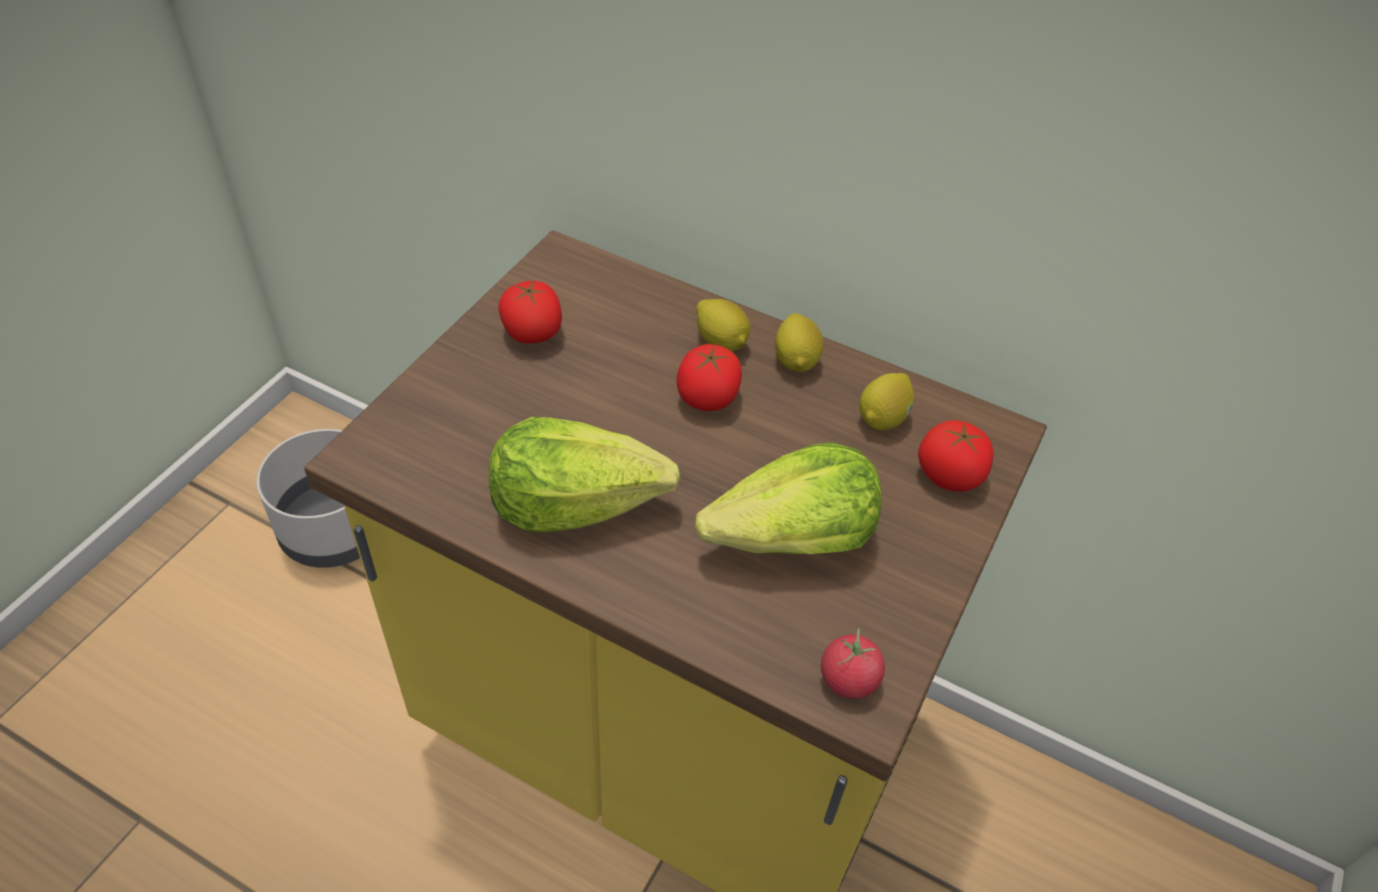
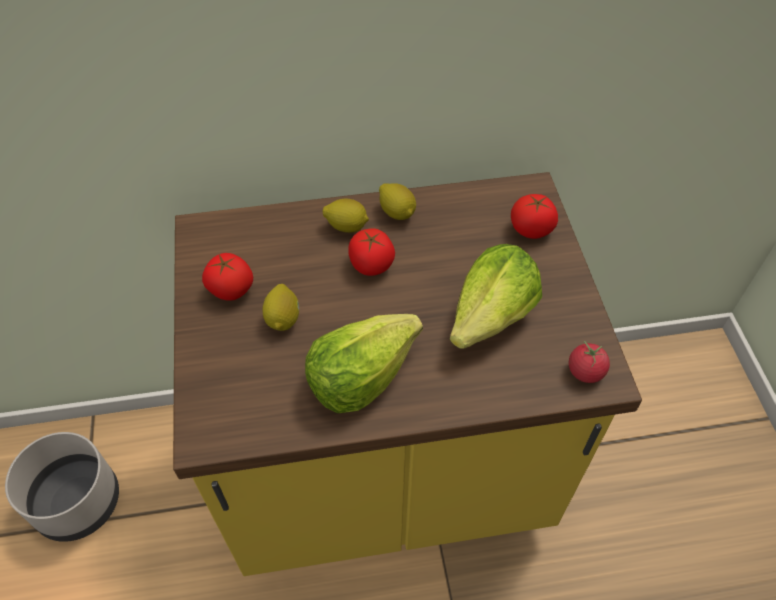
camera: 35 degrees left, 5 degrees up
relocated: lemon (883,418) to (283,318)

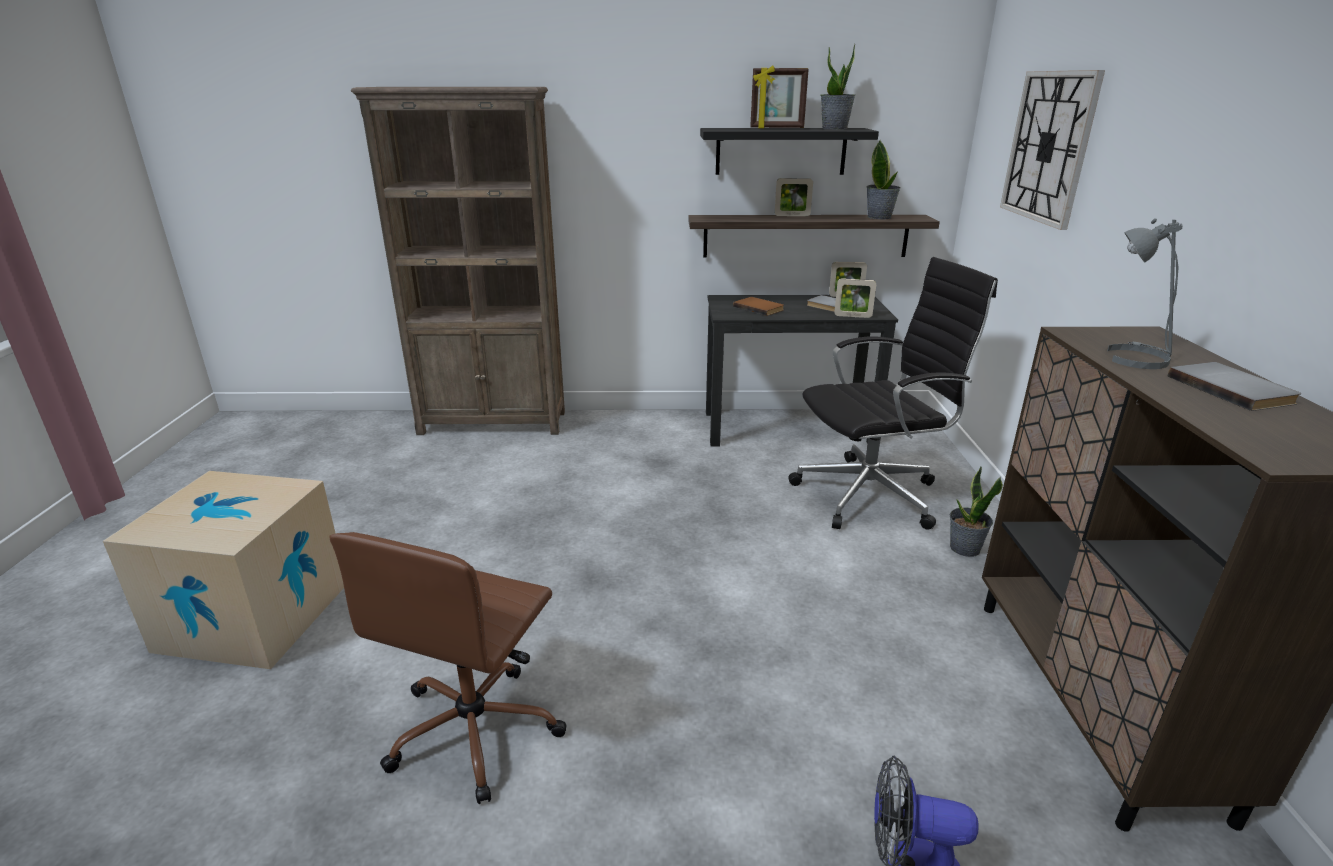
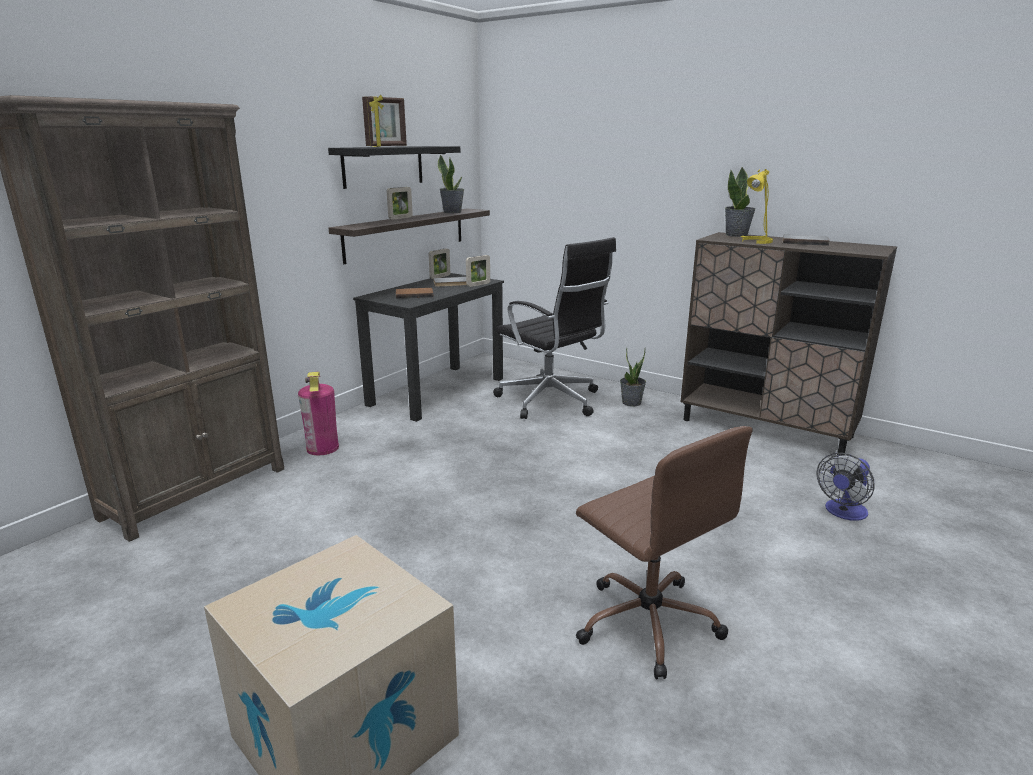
camera: 55 degrees left, 5 degrees down
missing: wall clock (1048,147)
appeared: fire extinguisher (323,448)
relocated: potted plant (834,128) to (737,235)
colour: grey table lamp (1134,357) to yellowish table lamp (755,241)
spun: black-coloured office chair (872,494) = (551,401) 120 degrees clockwise

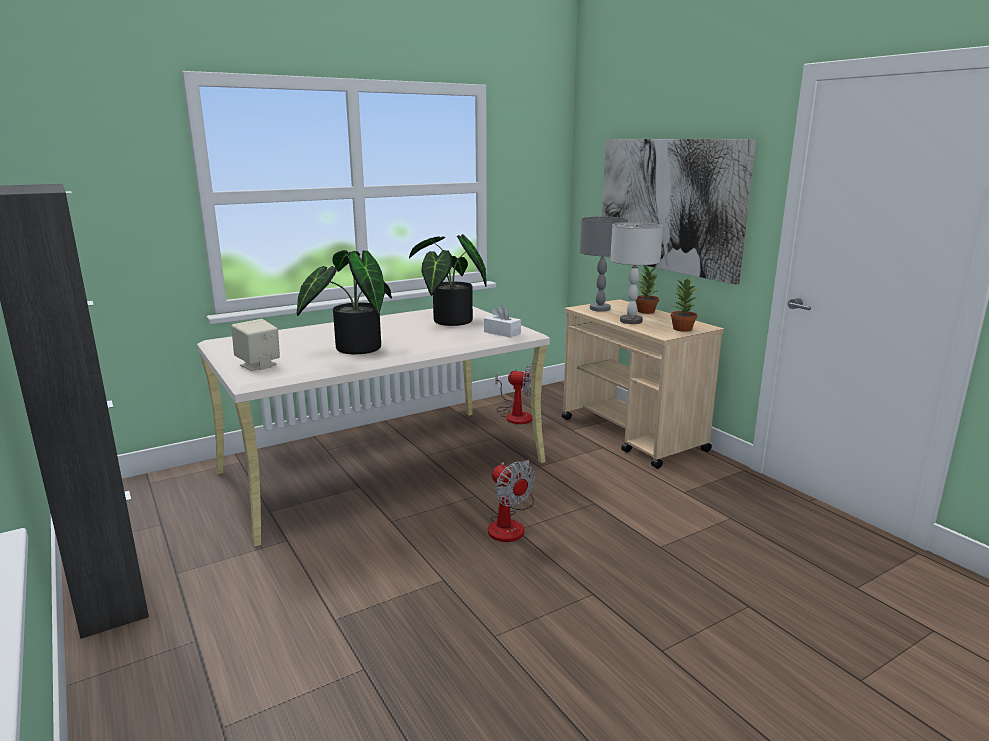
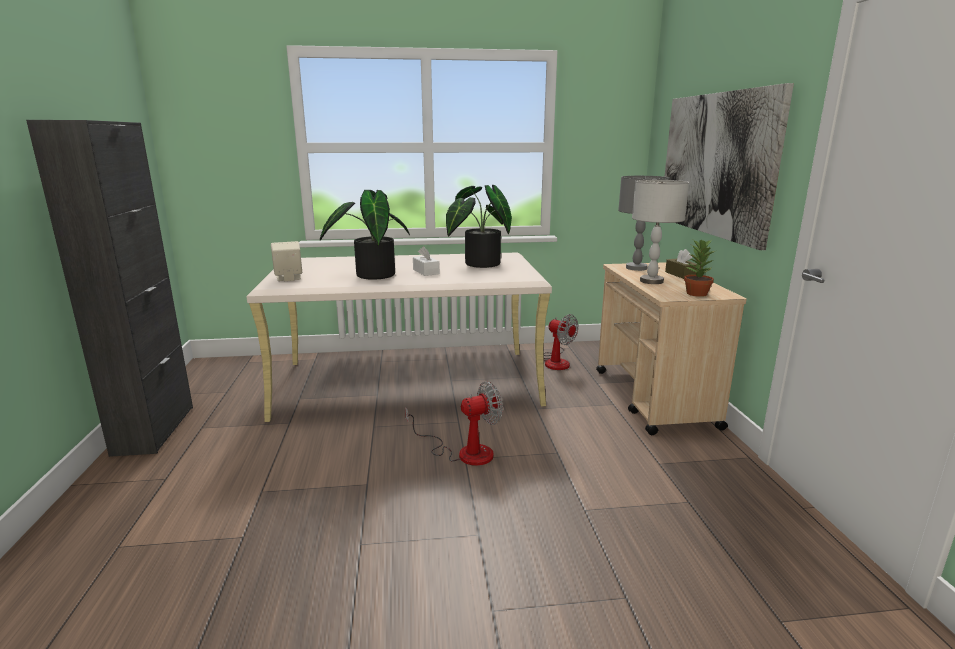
camera: 25 degrees right, 0 degrees up
relocated: white tissue box (502,332) to (426,272)
exchanged: potted plant (645,311) to brownish tissue box (680,274)
spun: electric fan (510,524) = (464,452) 105 degrees counterclockwise

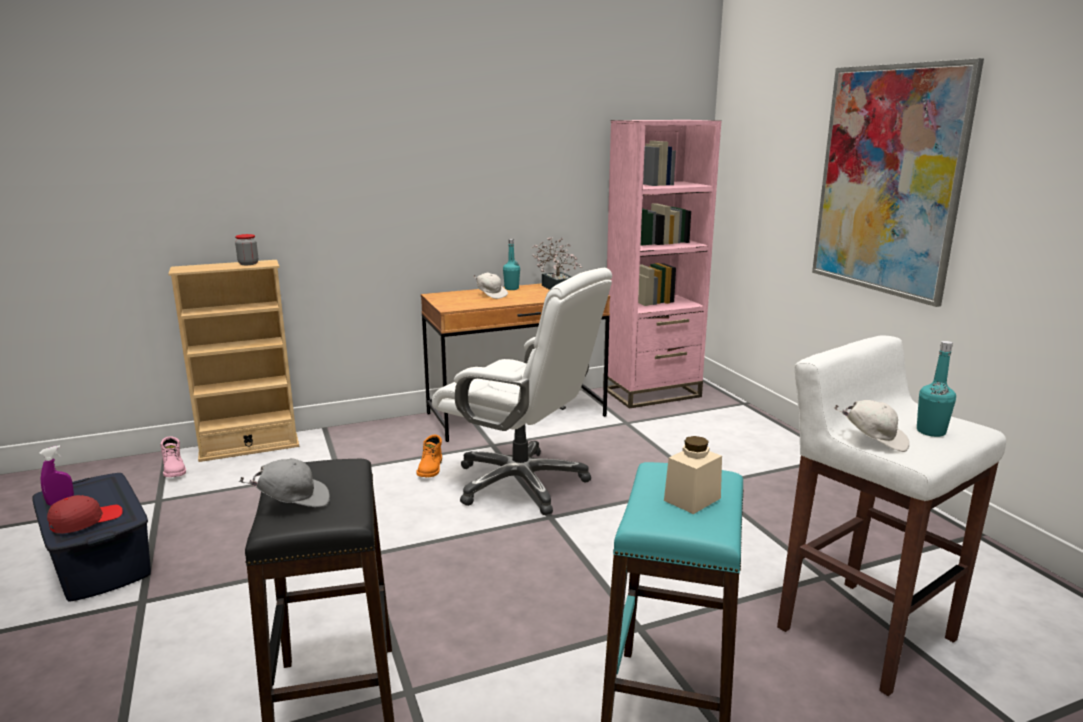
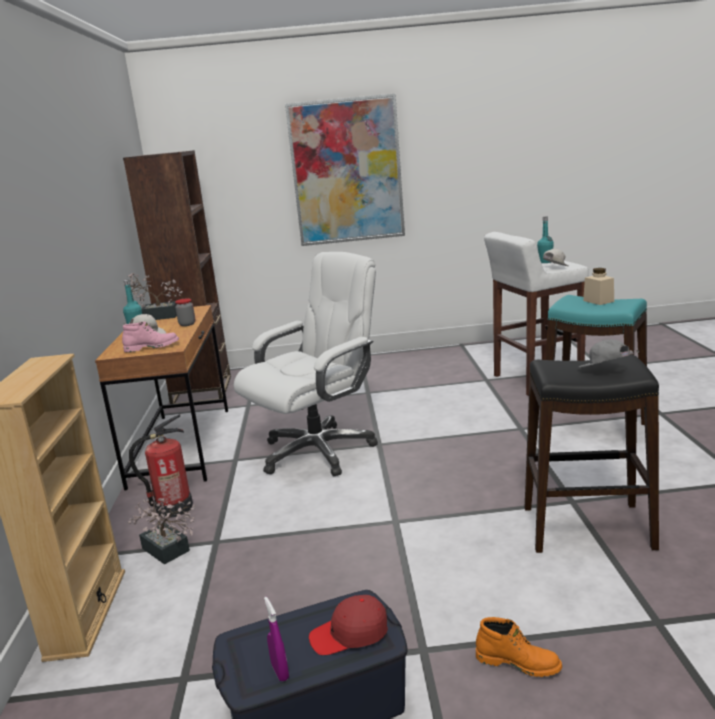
camera: 70 degrees left, 0 degrees up
appeared: potted plant (168,552); fire extinguisher (173,508)
relocated: pink-coloured tall boot (174,470) to (152,347); preserve jar (248,264) to (187,324); orange-coloured tall boot (431,469) to (518,662)
colour: pink-coloured shelving unit (652,393) to brownish shelving unit (202,391)
spun: red cap (86,521) = (350,634) 75 degrees counterclockwise; grey cap (293,502) = (604,370) 45 degrees counterclockwise

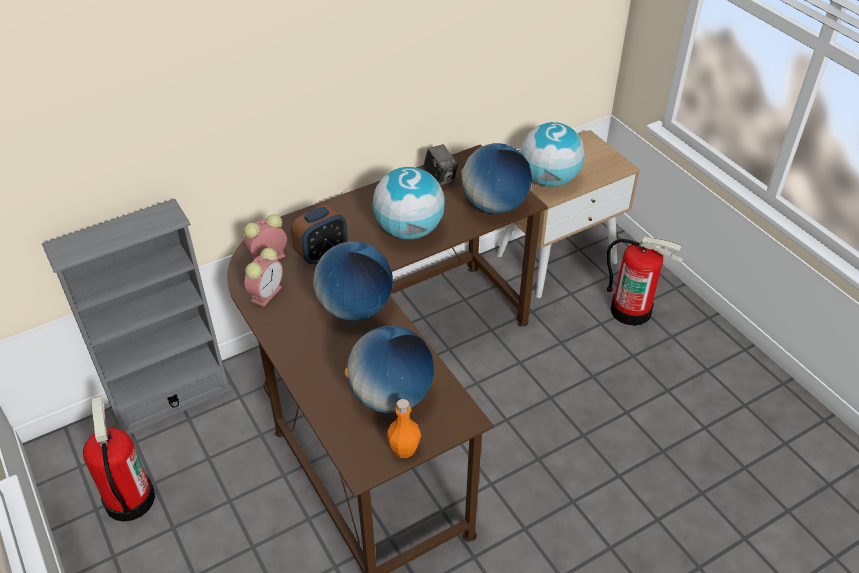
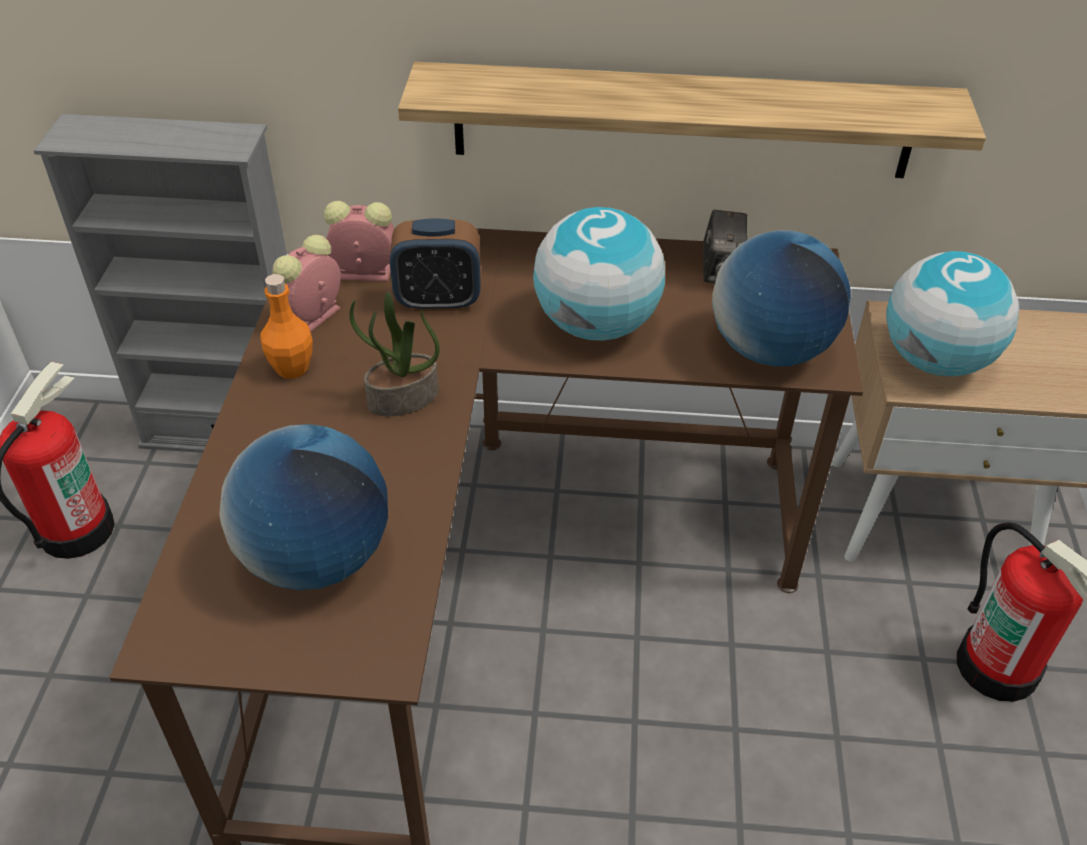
camera: 35 degrees right, 0 degrees up
appeared: bracket shelf (682,120)
relocated: orange-coloured bottle (404,449) to (292,368)
exchanged: globe (355,308) to potted plant (402,399)
spun: alarm clock (267,293) = (312,318) 150 degrees clockwise

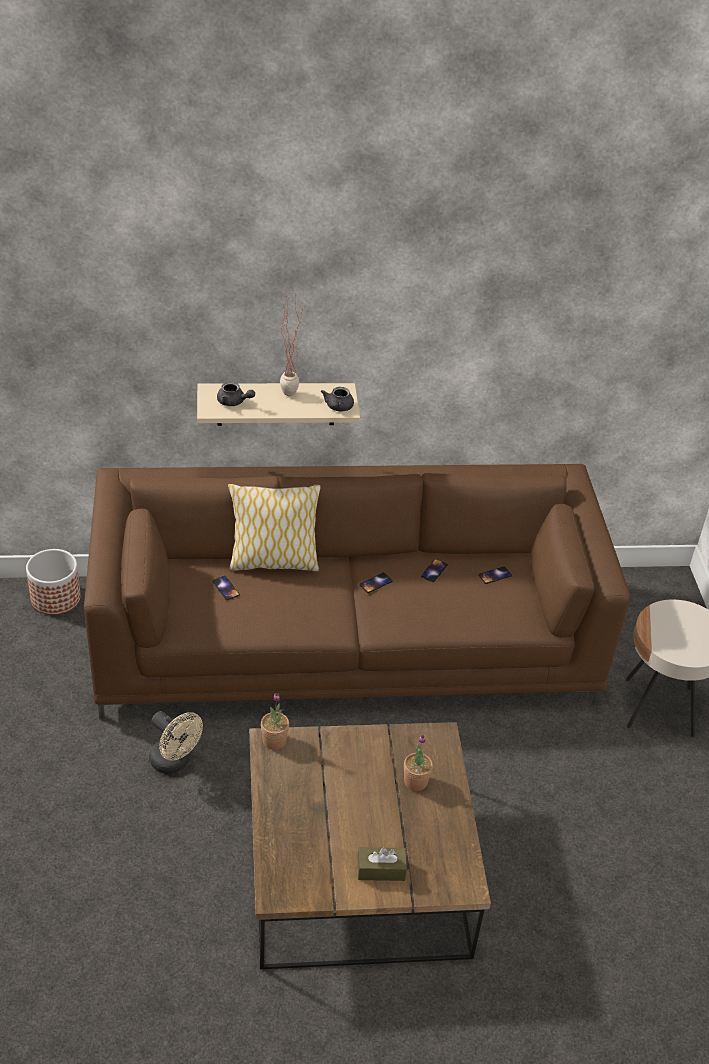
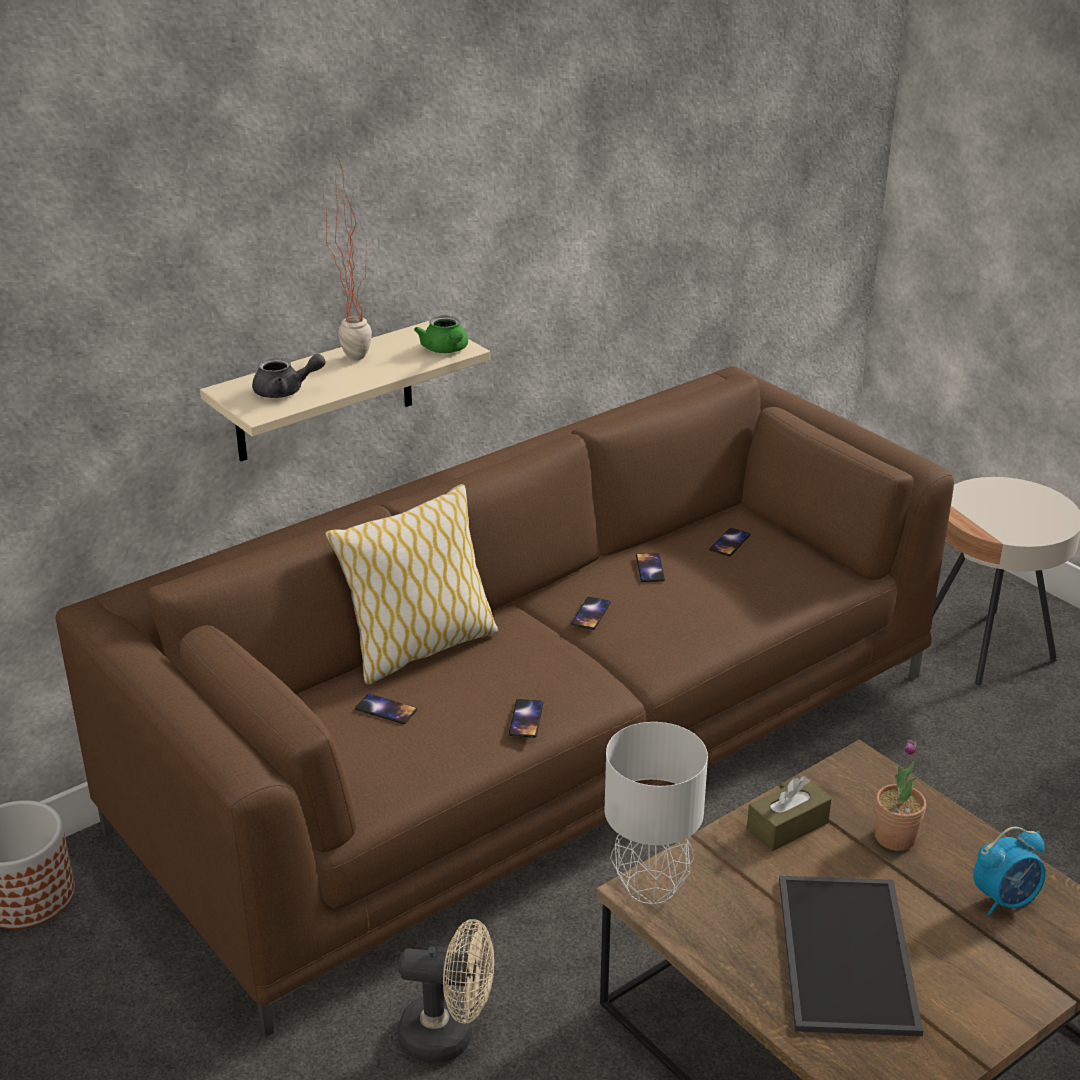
camera: 30 degrees left, 10 degrees down
appeared: handset (526,719); serving tray (850,956); alarm clock (1005,900)
relocated: brownish tissue box (381,869) to (787,826)
exchanged: potted plant (274,741) to grey table lamp (651,885)
colour: grey pot for tea (337,408) to green pot for tea (446,350)

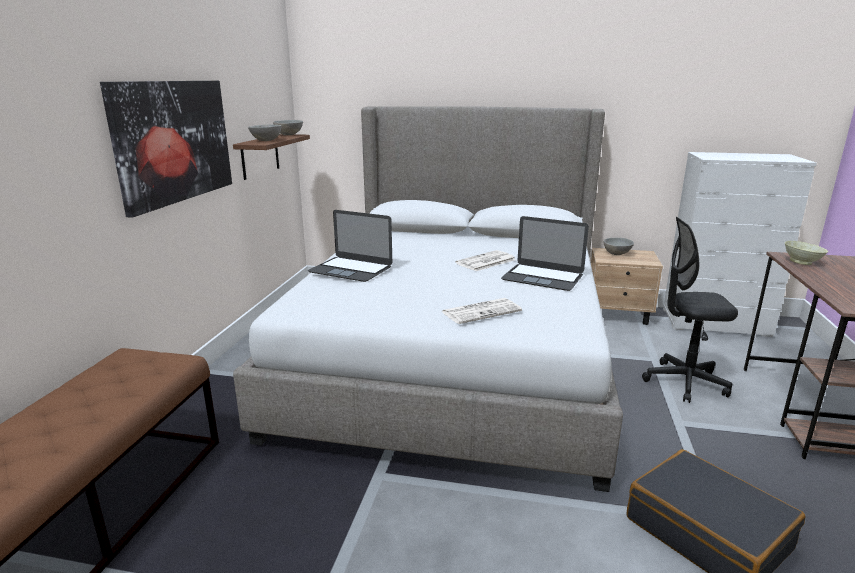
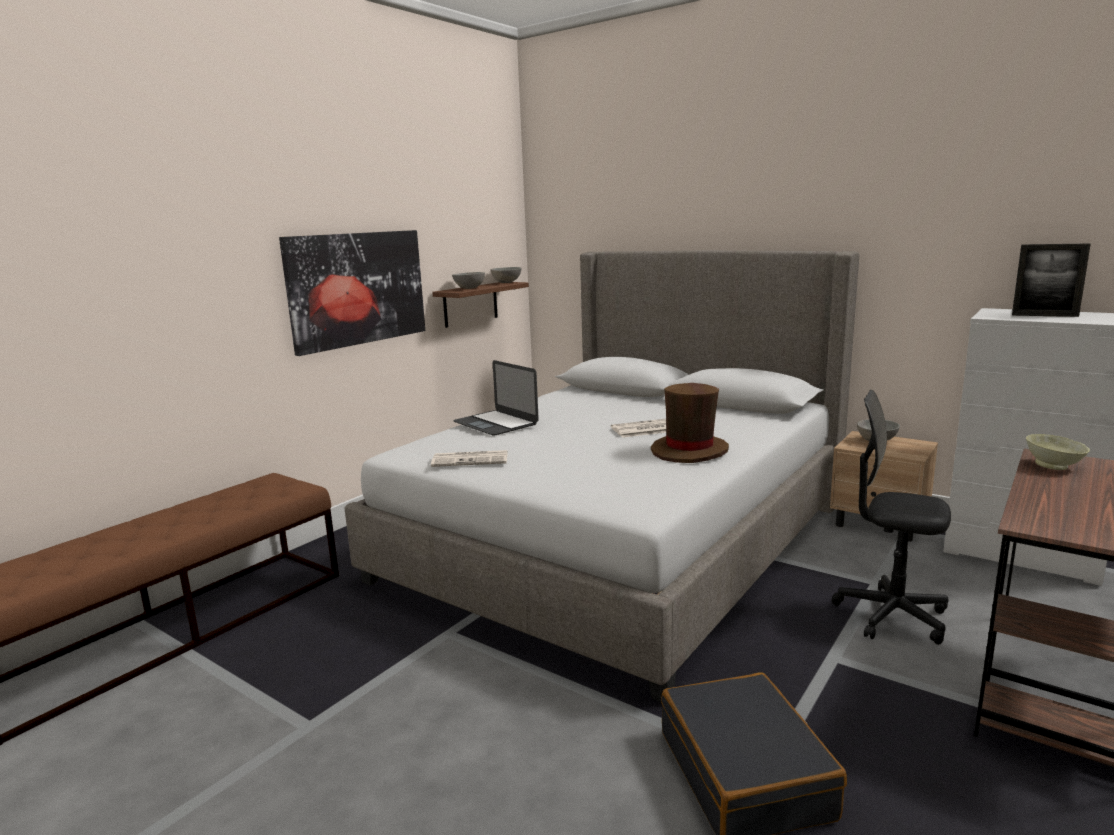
camera: 25 degrees right, 5 degrees down
appeared: picture frame (1044,315)
relocated: daily paper (481,311) to (471,459)
exchanged: laptop (542,277) to brownish clothing hat (689,451)

